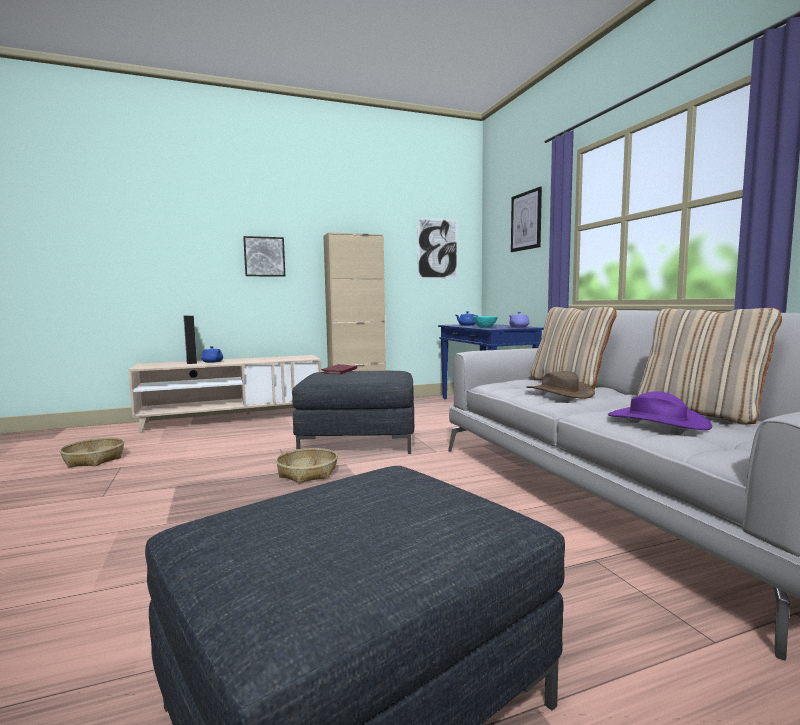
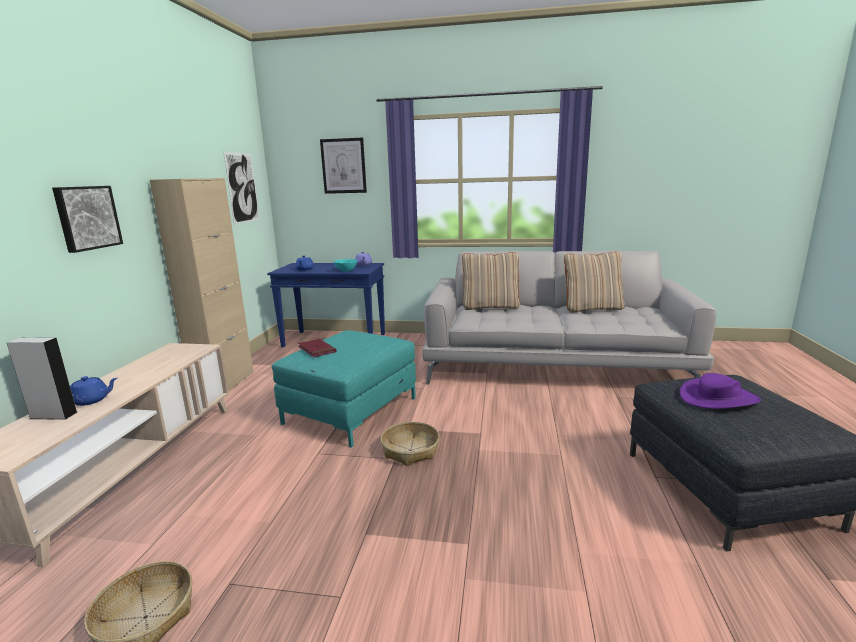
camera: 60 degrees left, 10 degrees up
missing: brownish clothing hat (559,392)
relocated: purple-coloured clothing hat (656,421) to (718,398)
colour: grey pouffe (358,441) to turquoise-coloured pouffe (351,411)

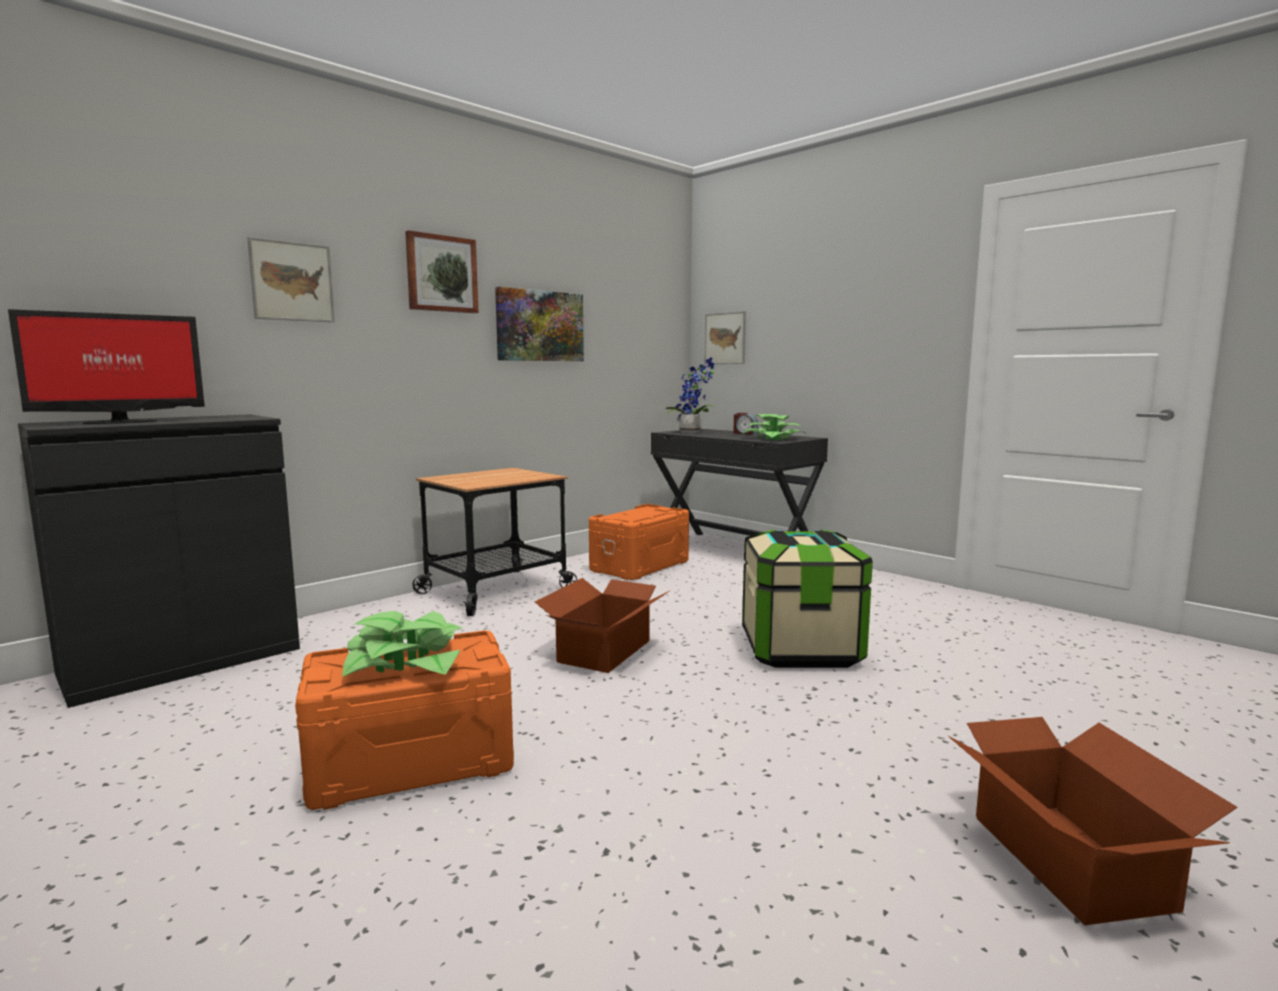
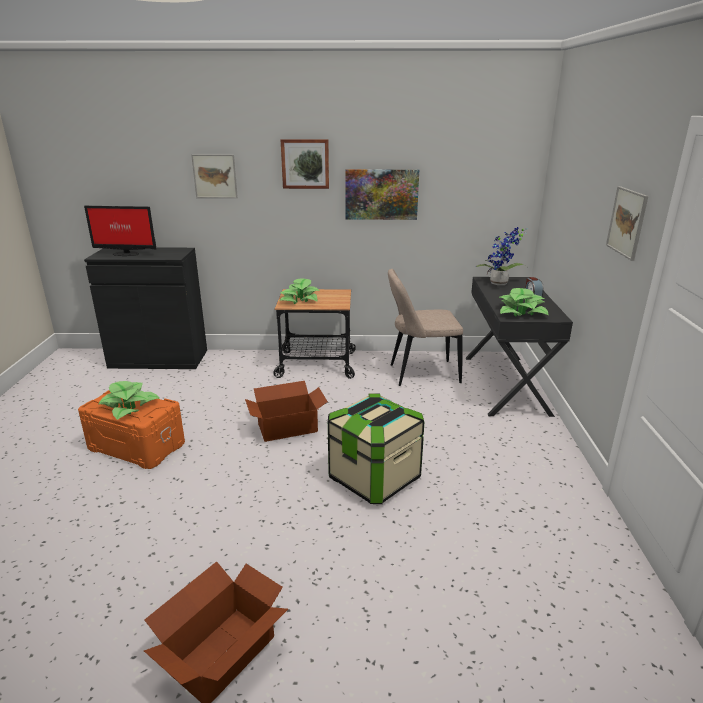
camera: 45 degrees right, 15 degrees up
appeared: potted plant (299,299)
relocated: picture (725,338) to (627,222)
exchanged: orange-coloured storage bin (639,566) to sand-coloured chair (420,374)

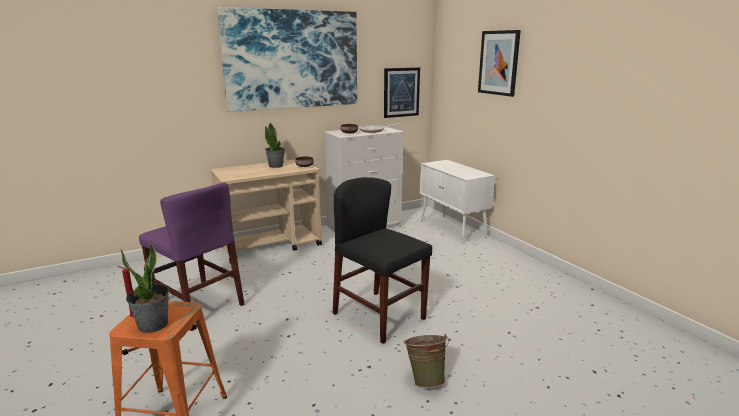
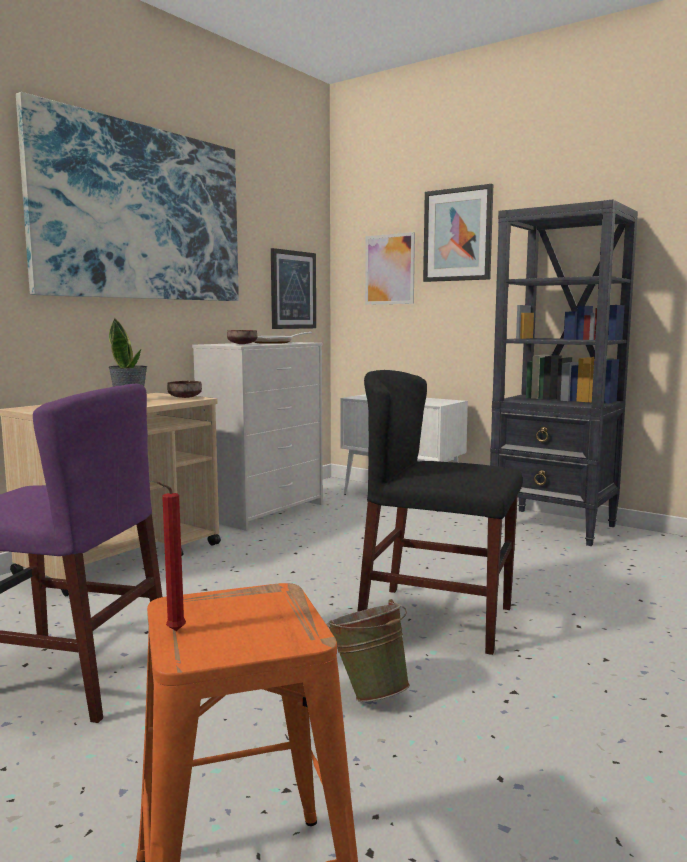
camera: 25 degrees left, 10 degrees down
missing: potted plant (153,325)
appeared: picture (389,269); black-coloured shelving unit (554,527)
relocated: green bucket (425,379) to (368,692)

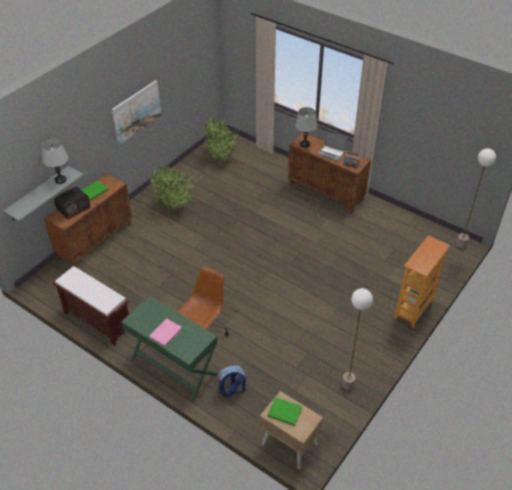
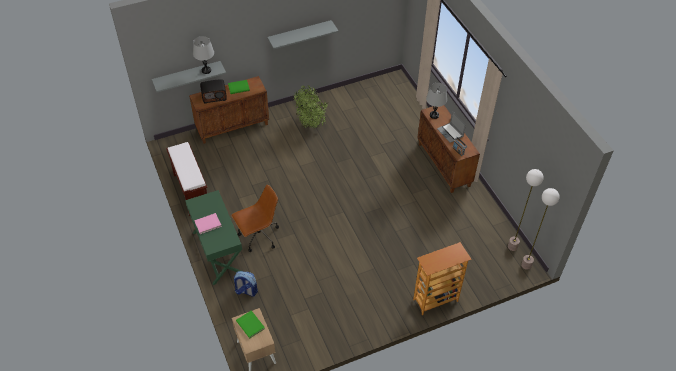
camera: 30 degrees right, 5 degrees up
missing: potted plant (220,158)
relocated: floor lamp (348,385) to (512,247)
exchanged: picture (136,111) to grey bracket shelf (300,34)

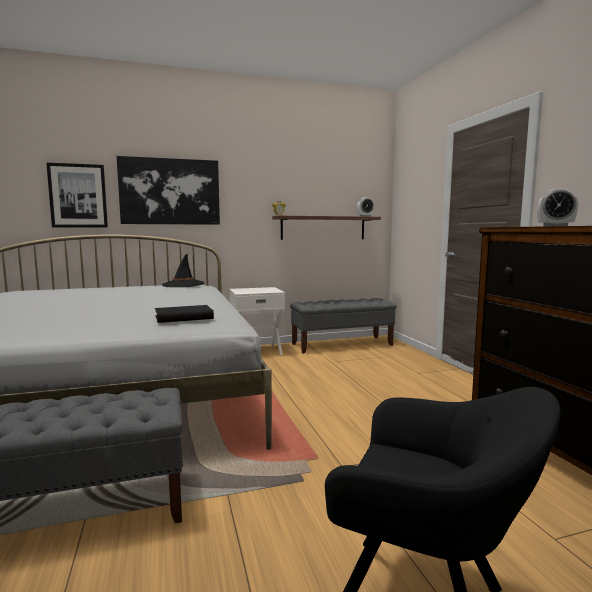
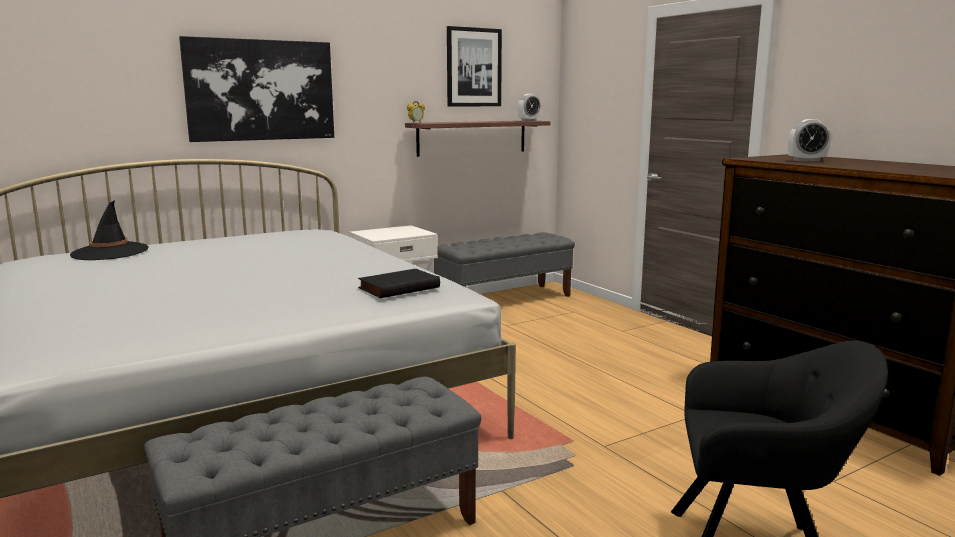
camera: 15 degrees left, 5 degrees up
relocated: black-coloured clothing hat (183,284) to (110,252); picture (78,196) to (473,67)

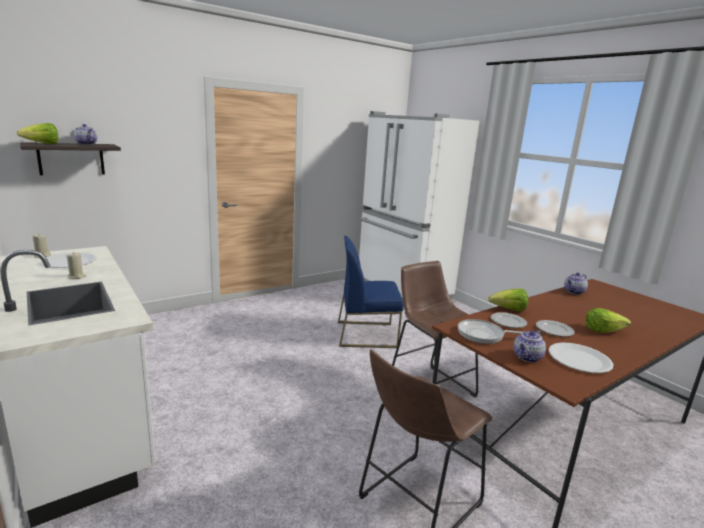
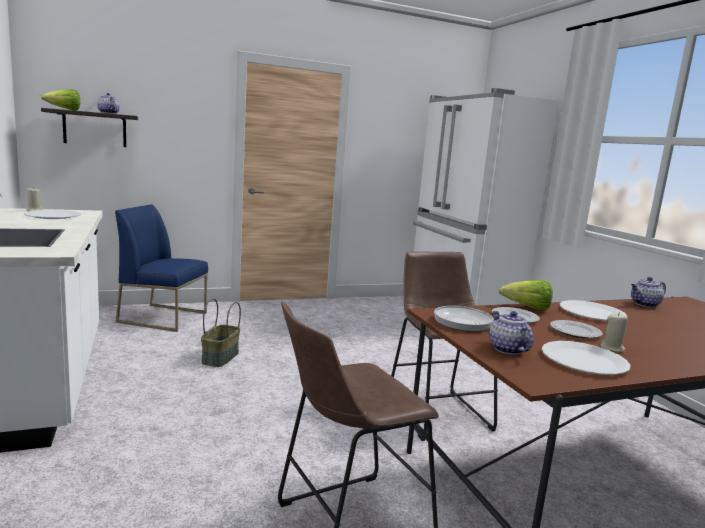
camera: 15 degrees right, 5 degrees down
missing: head of lettuce (602,330)
appeared: basket (221,358); white dinner plate (592,313)
relocated: blue-coloured chair (367,334) to (164,317); sand-coloured candle (77,276) to (612,348)
spun: pot for tea (527,357) = (507,349) 105 degrees clockwise

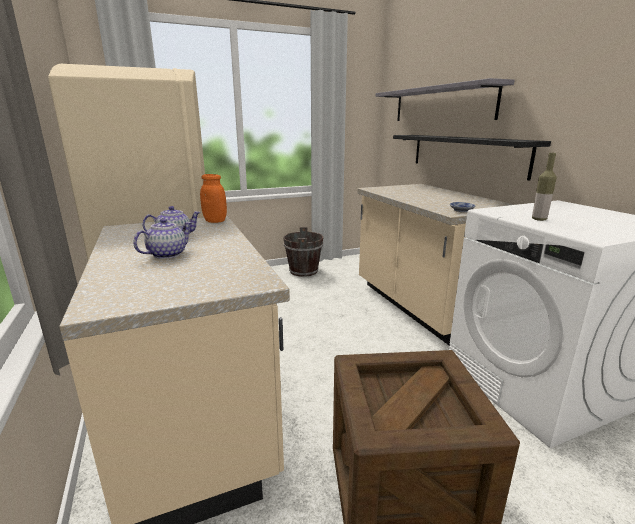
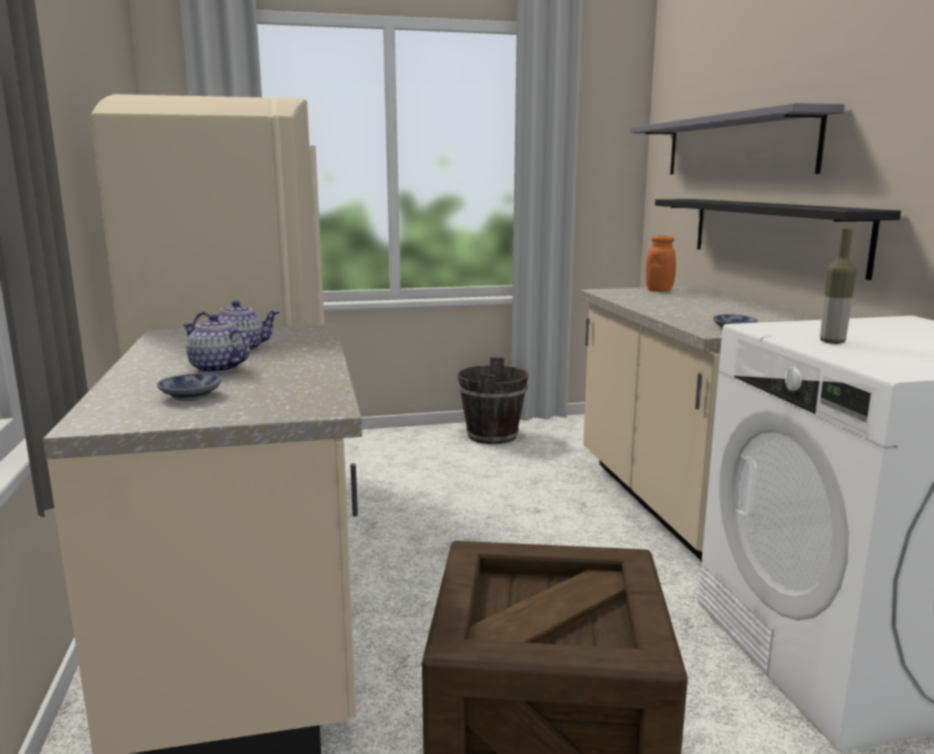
camera: 10 degrees right, 5 degrees down
appeared: serving bowl (194,395)
relocated: orange-coloured preserve jar (215,221) to (659,290)
spun: pot for tea (167,254) = (217,369) 105 degrees counterclockwise

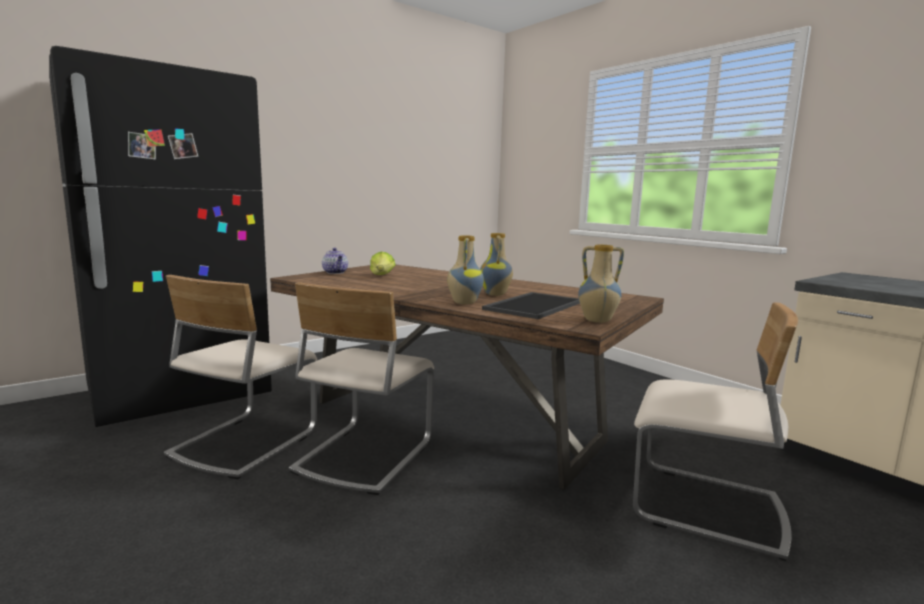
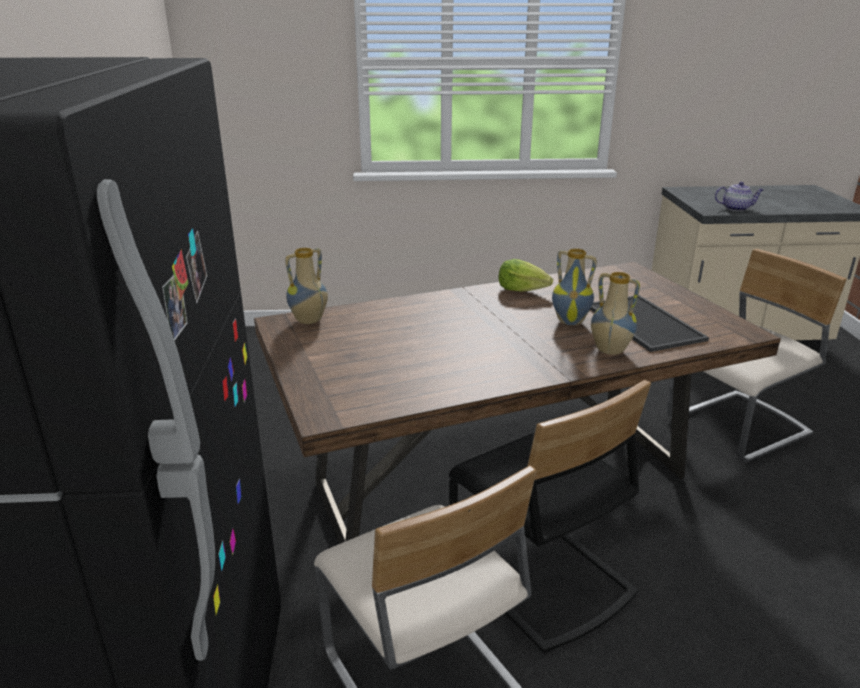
camera: 55 degrees left, 15 degrees up
relocated: flower vase (597,321) to (309,321); head of lettuce (382,276) to (522,290); pot for tea (335,272) to (736,208)
colour: sand-coloured chair (363,456) to black-coloured chair (539,578)

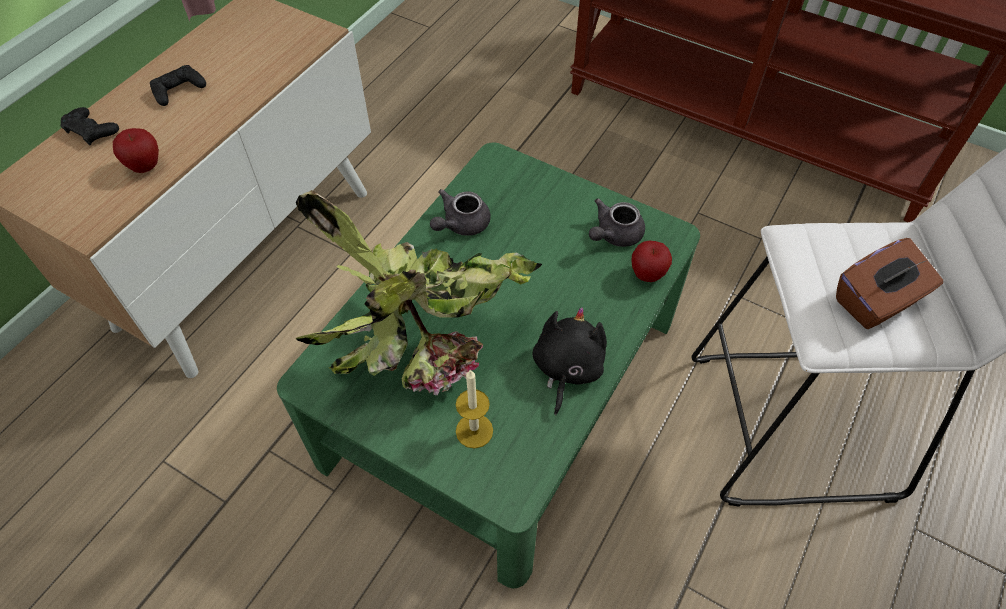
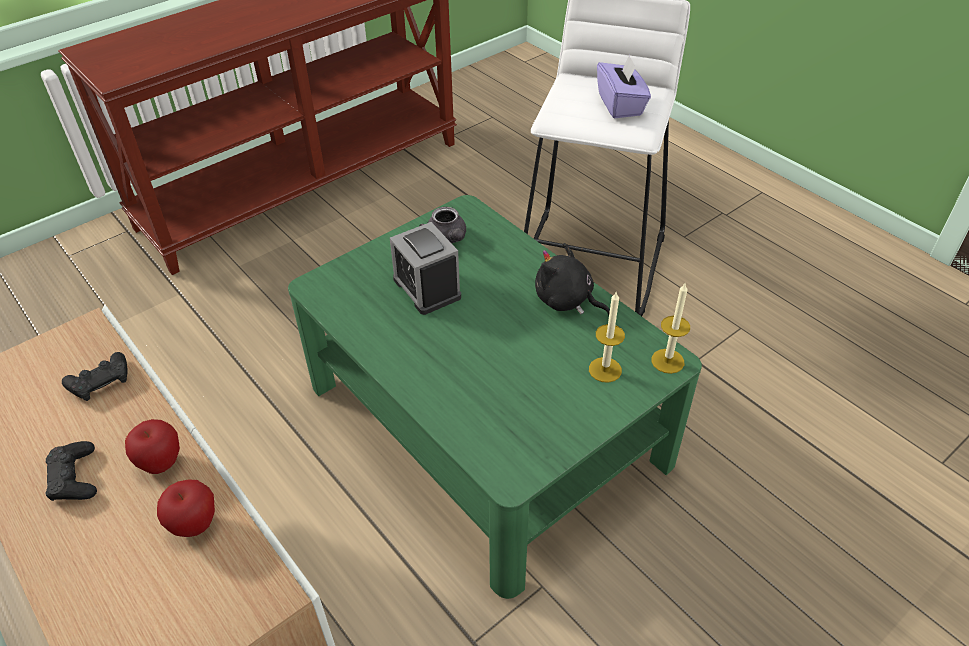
camera: 70 degrees left, 10 degrees down
missing: potted plant (426,343); grey pot for tea (461,224)
appeared: alarm clock (427,288); candle (667,361)
relocated: black-coloured joypad (91,131) to (100,381); whole apple (647,275) to (161,463)
colour: brownish tissue box (876,302) to purple-coloured tissue box (620,105)

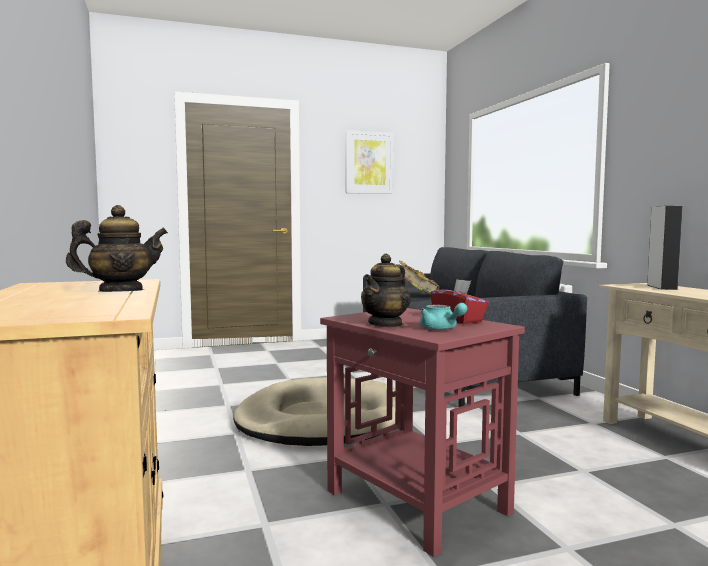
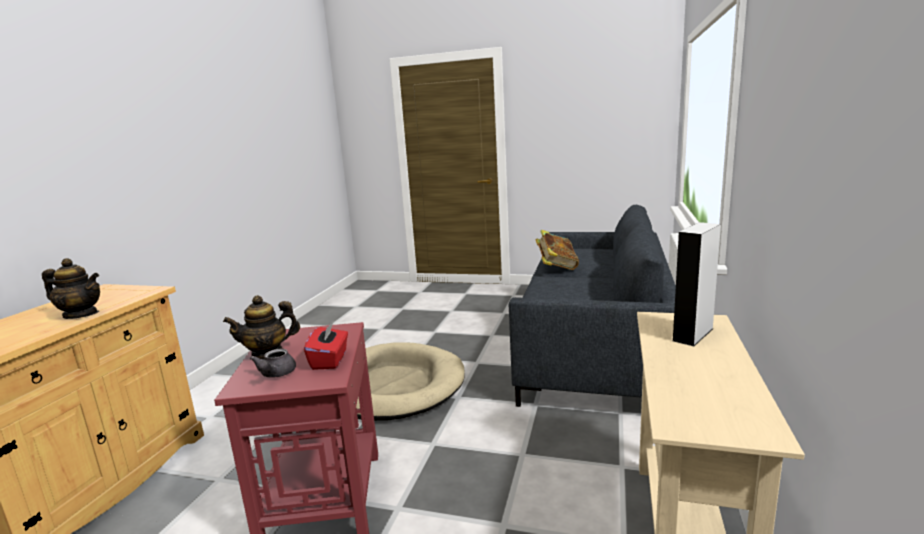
camera: 35 degrees right, 10 degrees up
missing: picture (369,163)
colour: turquoise-coloured pot for tea (441,329) to grey pot for tea (275,374)

